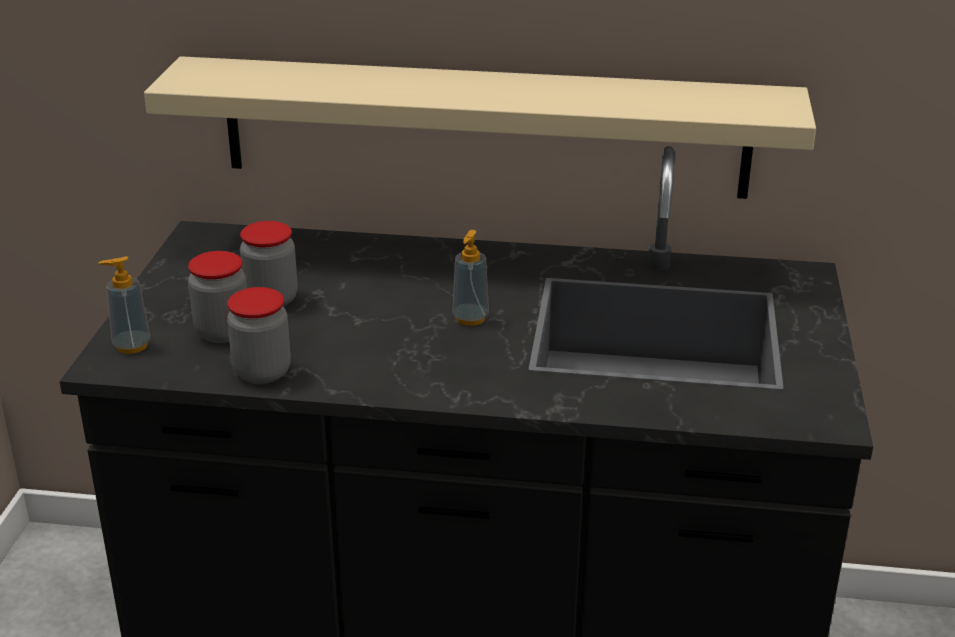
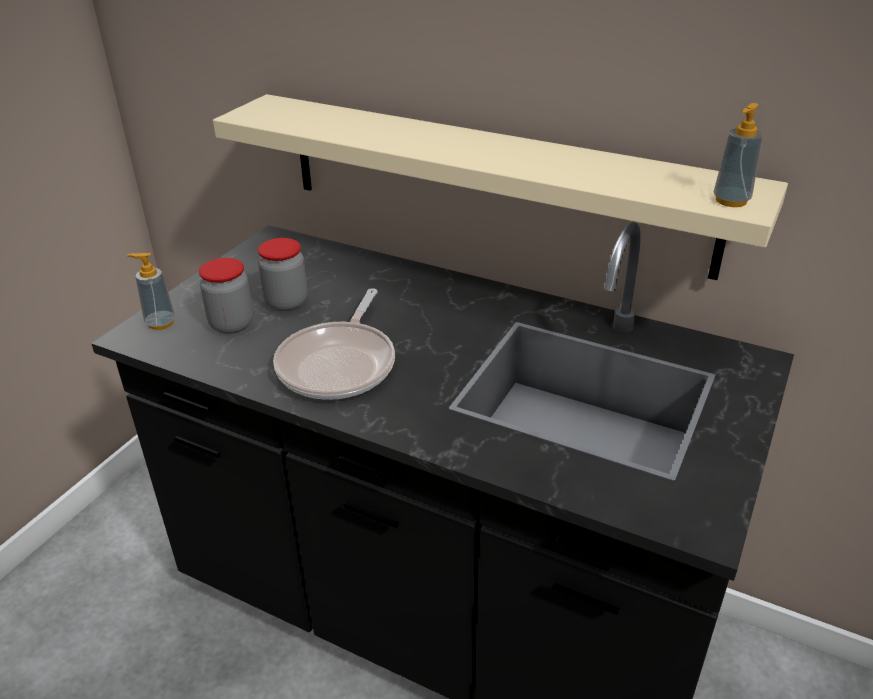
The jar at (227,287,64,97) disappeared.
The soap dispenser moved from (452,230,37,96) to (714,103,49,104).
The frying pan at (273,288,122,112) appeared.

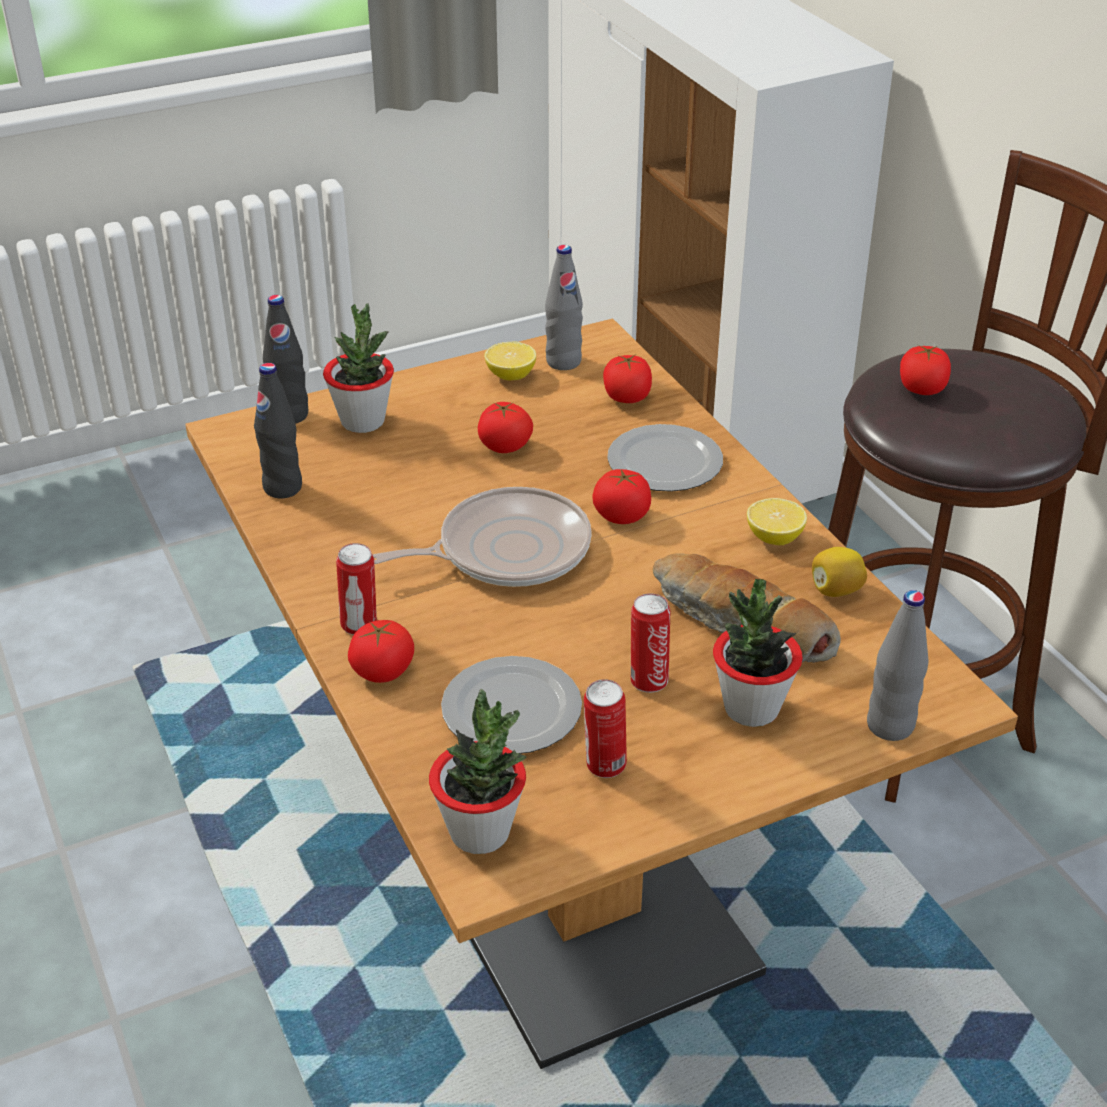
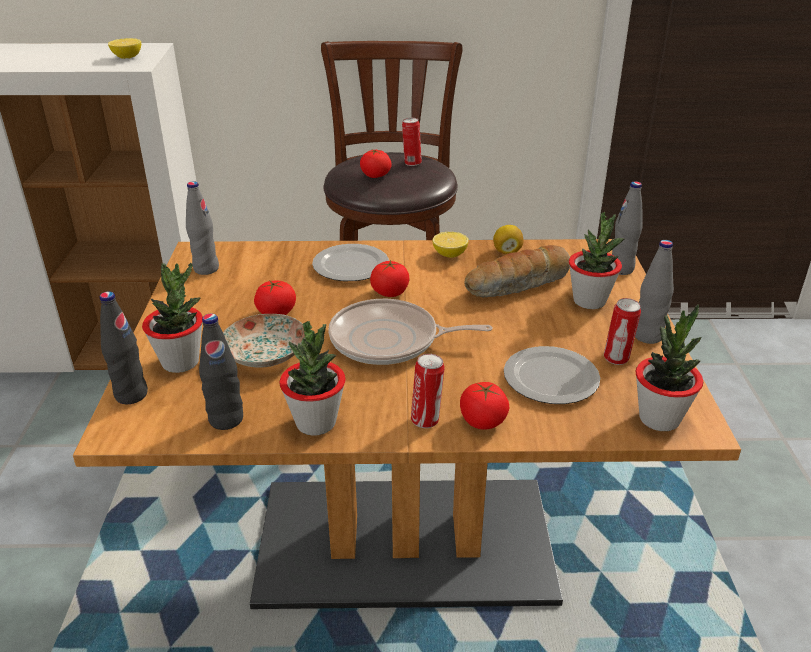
The frying pan at (373,487,219,100) turned 90 degrees counterclockwise.
The lemon moved from (484,341,52,39) to (108,38,33,21).
The tomato at (603,355,49,48) disappeared.
The can moved from (631,594,39,99) to (402,118,20,48).
The plate at (223,314,82,54) appeared.
The potted plant at (279,321,67,114) appeared.
The grey bottle at (635,240,39,104) appeared.

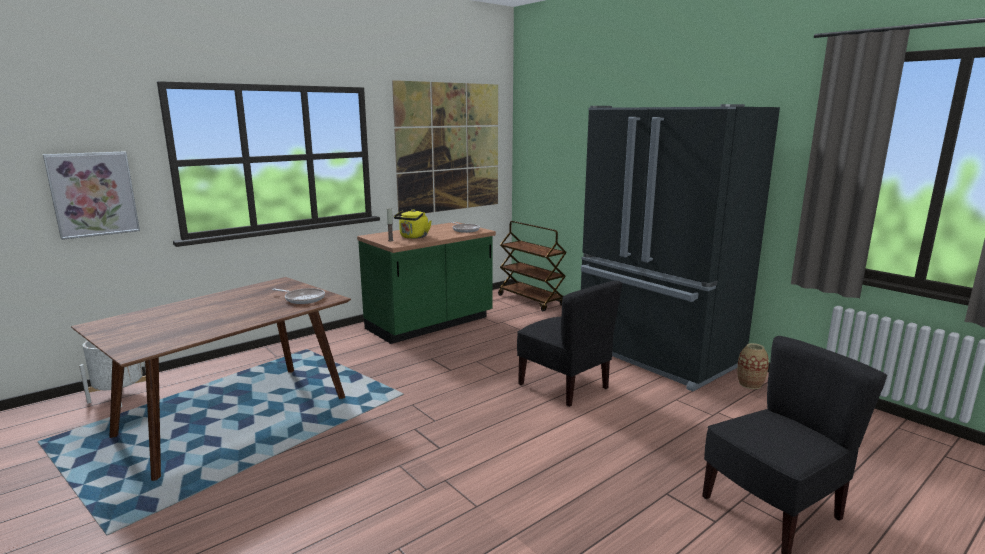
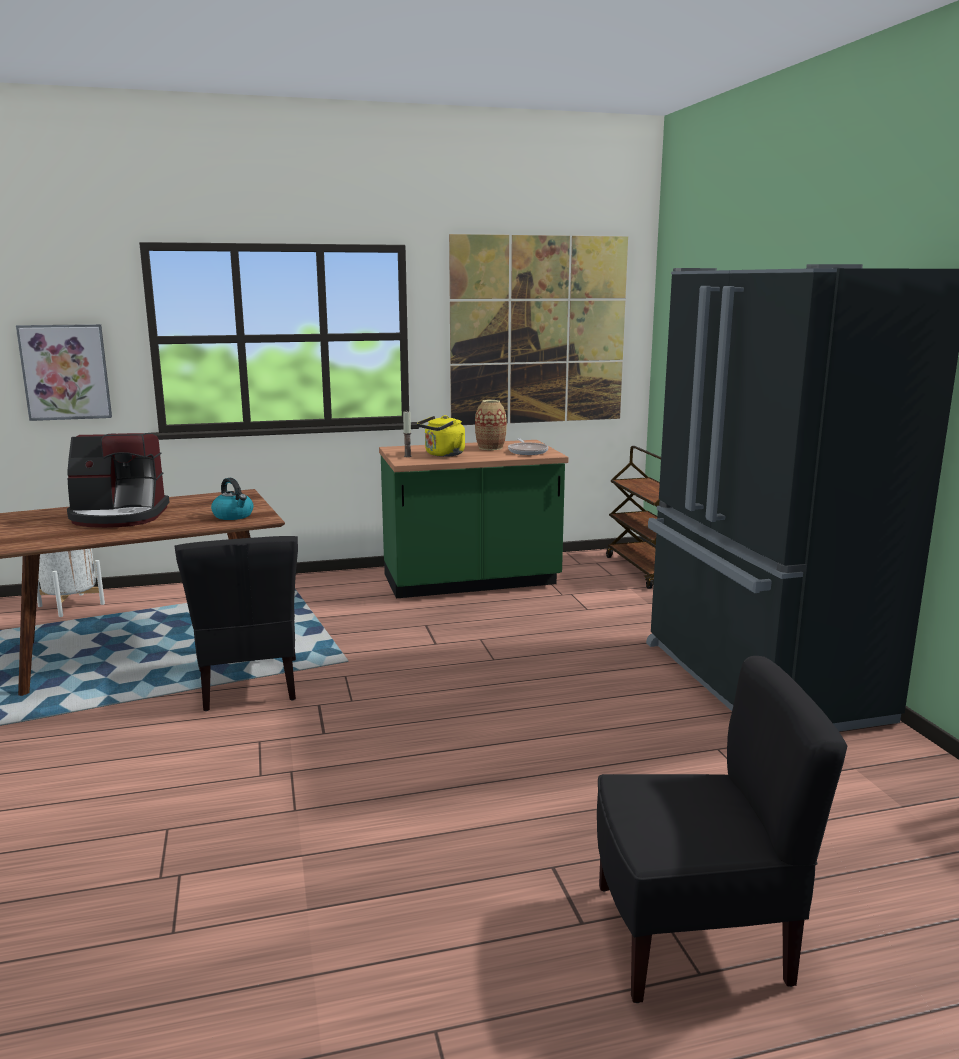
The frying pan at (272,288,53,16) was replaced by the kettle at (211,478,43,42).
The black chair moved from (517,281,105,126) to (175,536,123,175).
The vase moved from (737,343,32,46) to (475,400,32,50).
The coffee machine at (67,433,103,95) appeared.

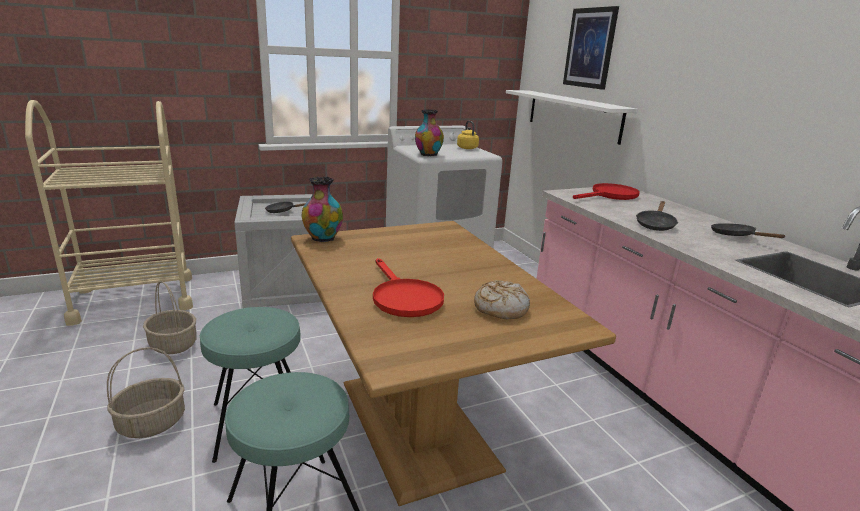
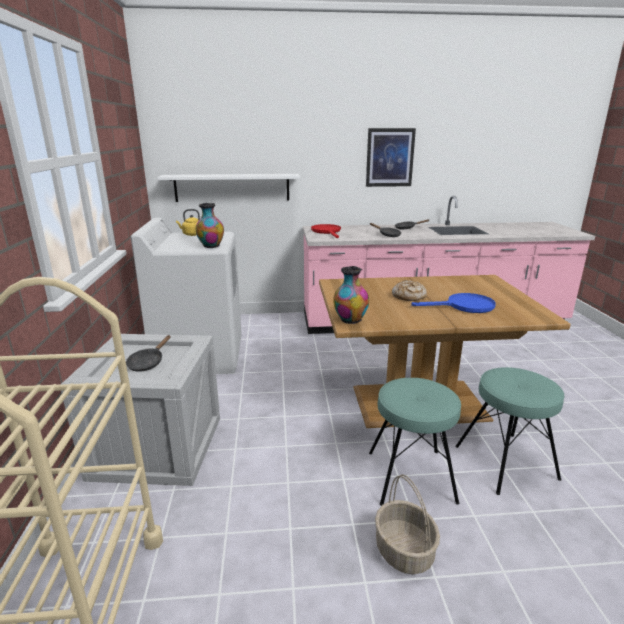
The basket at (143,281,54,73) disappeared.
The red frying pan at (373,258,71,59) became the blue frying pan at (411,293,85,20).
The bread moved from (474,280,56,39) to (392,280,35,21).
The picture moved from (563,6,56,84) to (366,128,50,59).

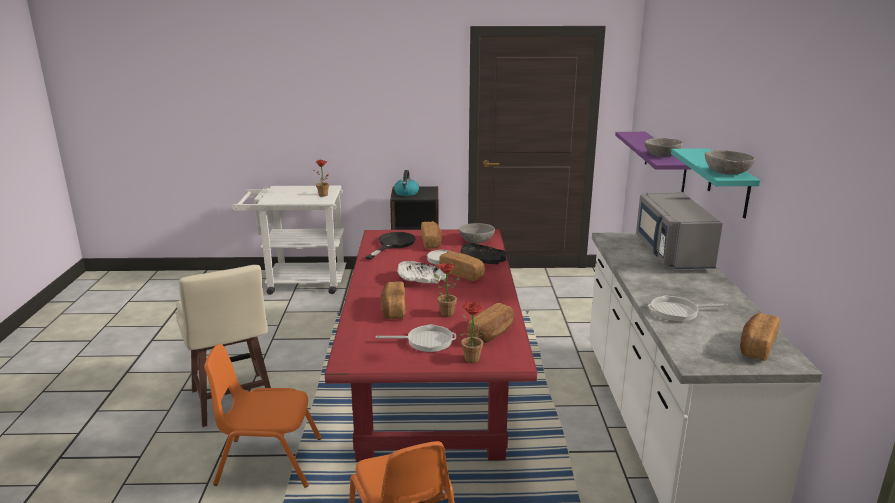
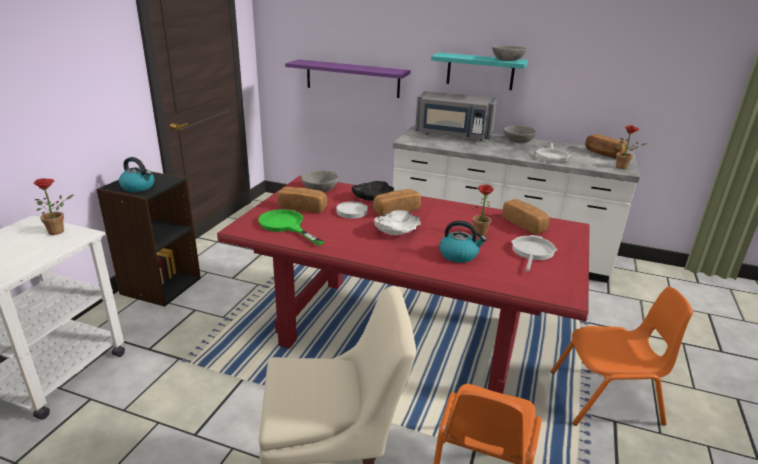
The black frying pan at (366,232,50,28) became the green frying pan at (258,209,66,37).
The bread at (381,281,24,38) was replaced by the kettle at (439,220,48,43).
The potted plant moved from (460,302,34,61) to (616,125,32,44).
The grey bowl moved from (644,138,39,19) to (504,125,32,18).

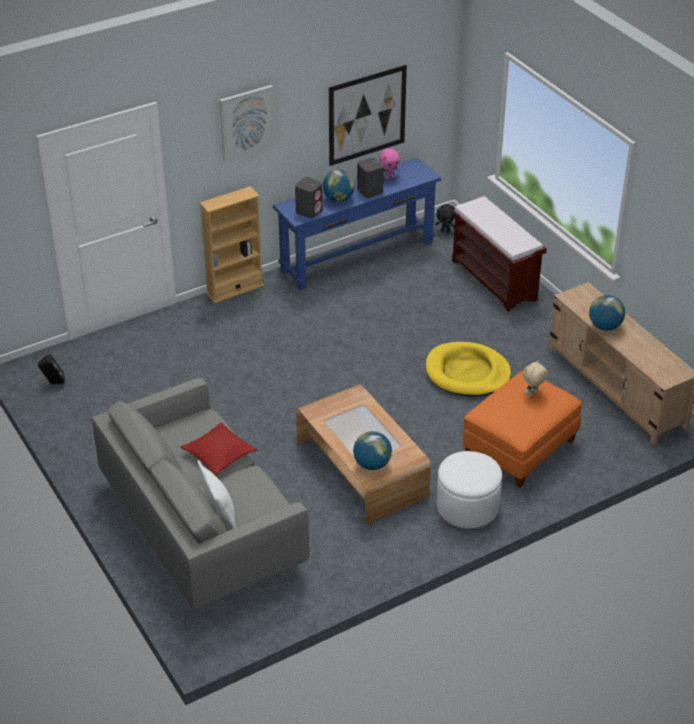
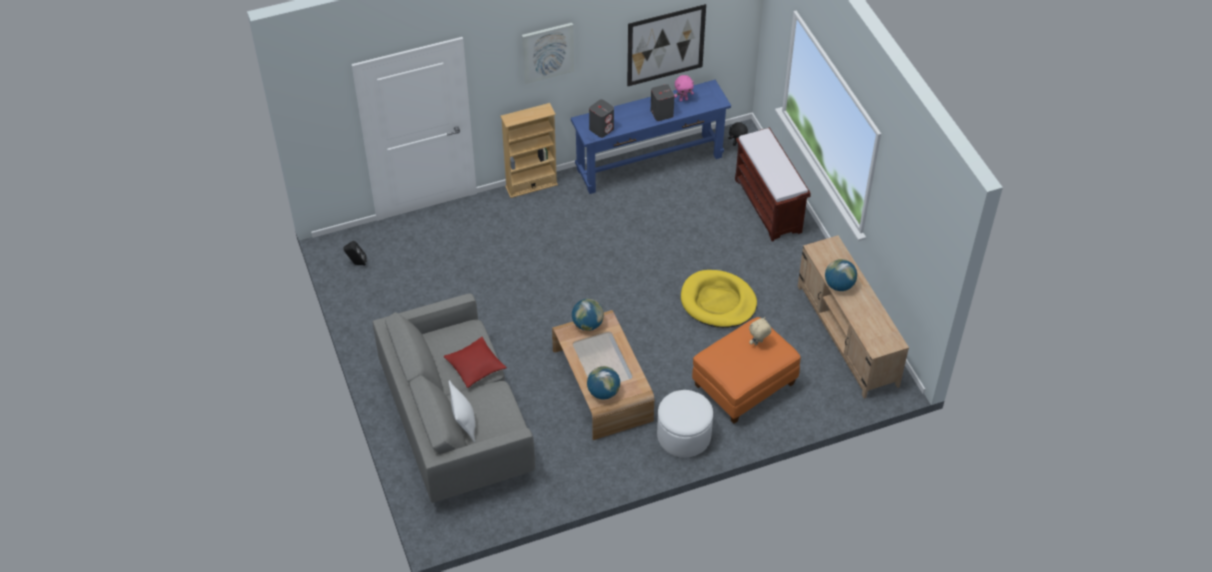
The globe moved from (323,169,32,33) to (572,299,32,32).

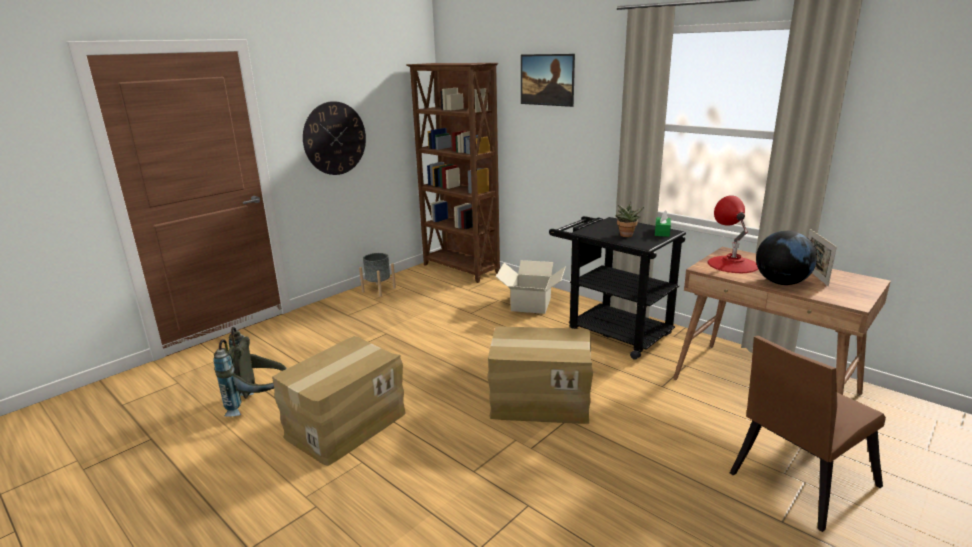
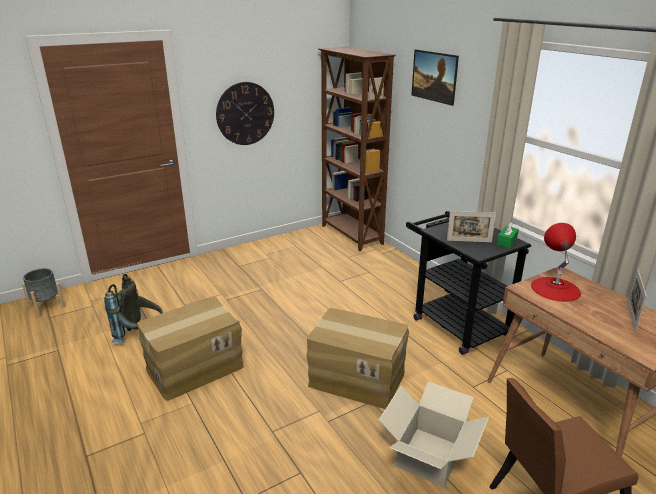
The grey planter moved from (359,253,37,44) to (22,268,43,49).
The cardboard box moved from (495,260,71,54) to (379,381,110,107).
The potted plant at (615,202,29,35) was replaced by the picture frame at (447,211,49,31).
The globe at (756,231,61,54) disappeared.

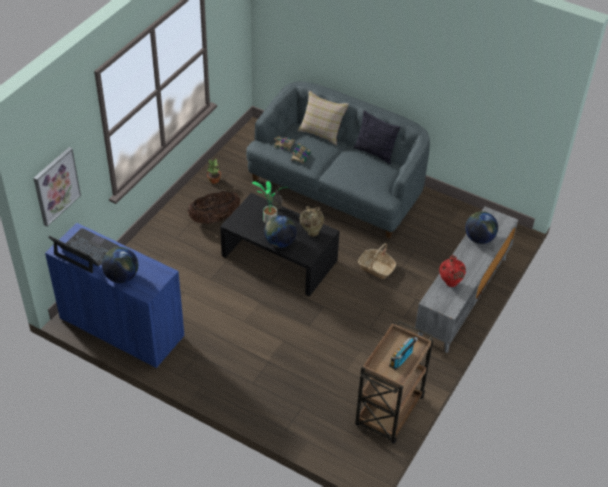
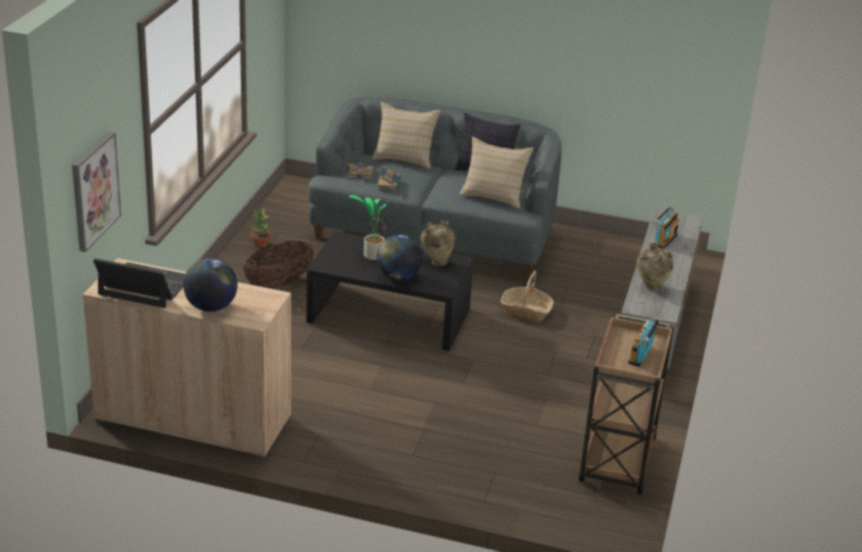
The blue cabinet at (45,223,139,146) became the beige cabinet at (83,258,208,200).
The red vase at (439,255,27,32) became the beige vase at (637,243,36,48).
The globe at (465,211,33,33) was replaced by the radio at (654,206,25,43).
The beige pillow at (459,137,75,72) appeared.

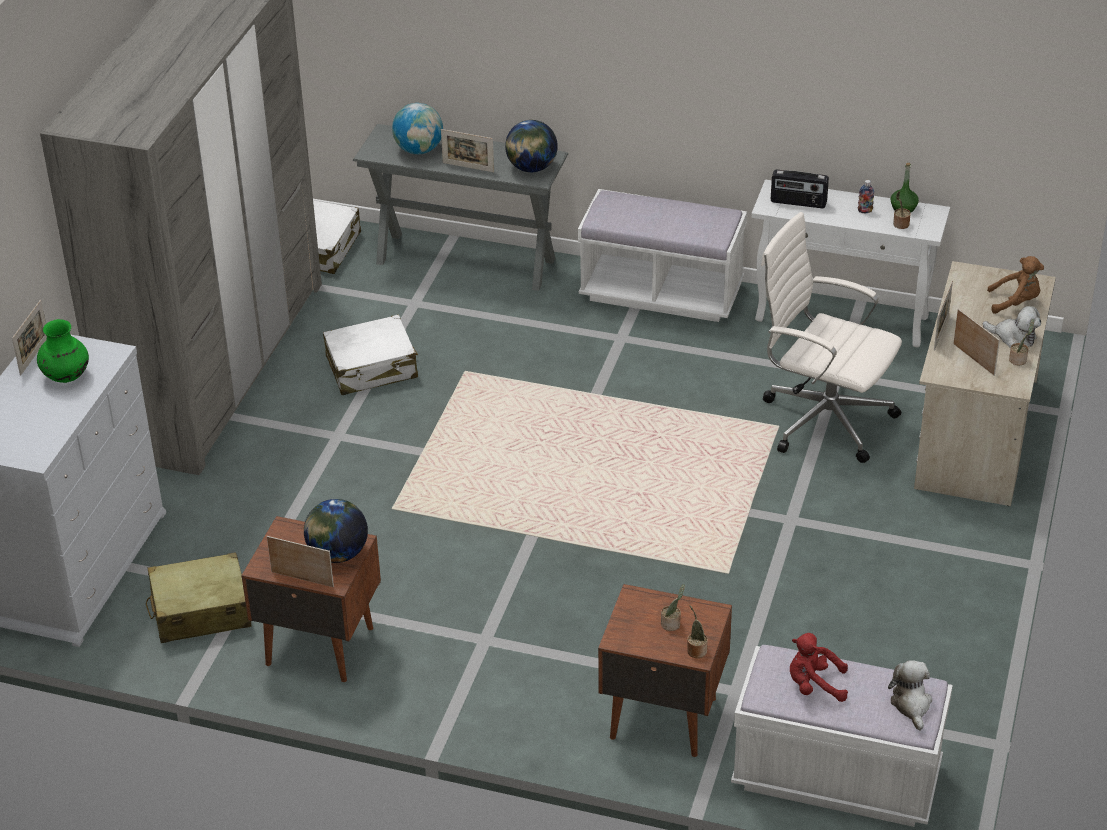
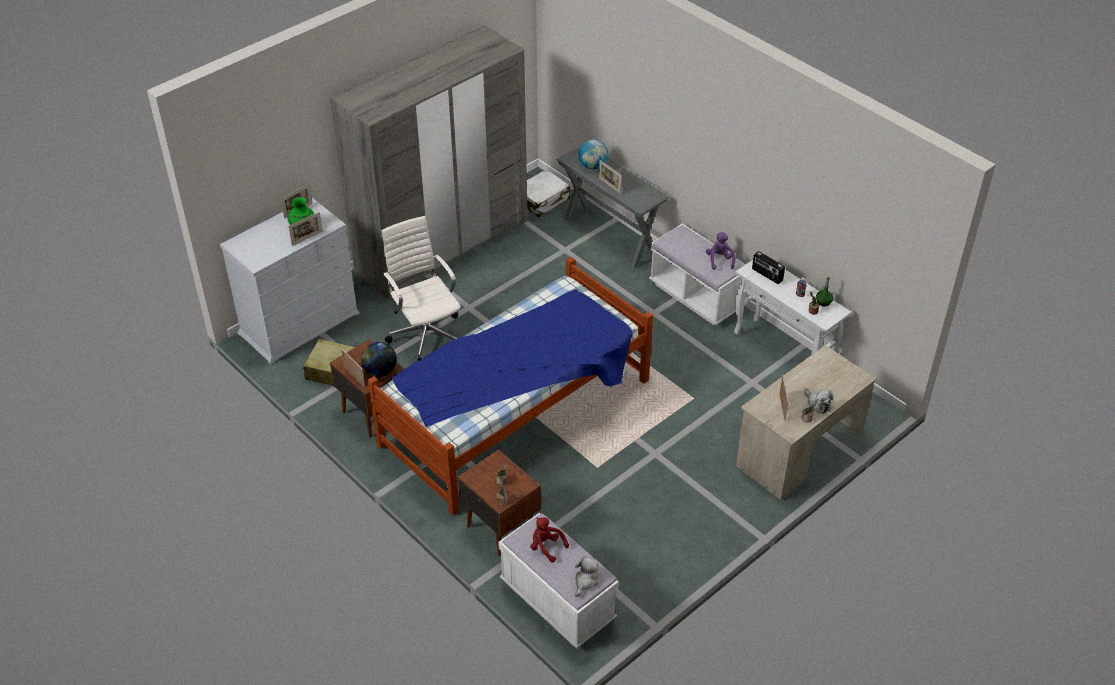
The white suitcase at (323,314,95,81) disappeared.
The globe at (505,120,53,52) disappeared.
The white office chair moved from (761,212,141,251) to (381,216,80,145).
The picture frame moved from (934,281,19,70) to (288,212,35,34).
The brown plush toy at (987,256,57,58) disappeared.
The bed at (368,257,285,259) appeared.
The purple plush toy at (706,232,30,38) appeared.

